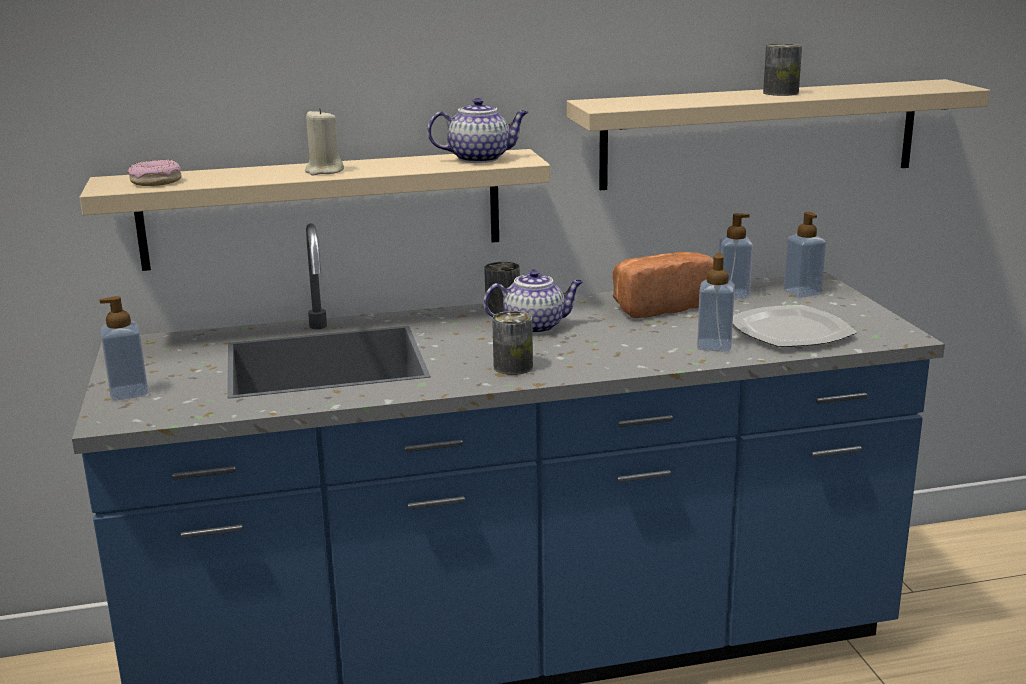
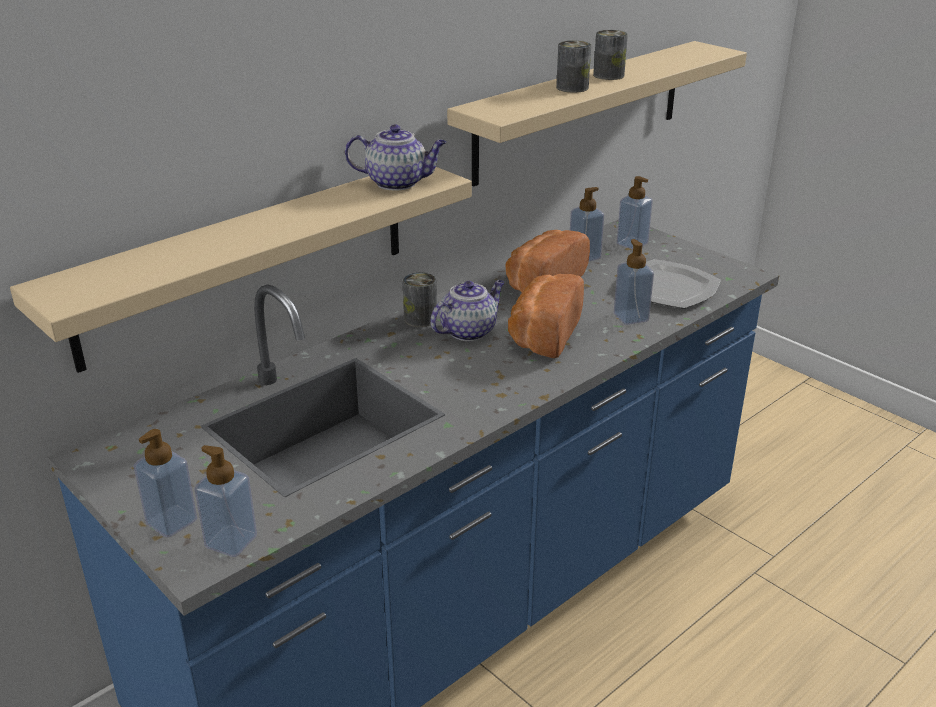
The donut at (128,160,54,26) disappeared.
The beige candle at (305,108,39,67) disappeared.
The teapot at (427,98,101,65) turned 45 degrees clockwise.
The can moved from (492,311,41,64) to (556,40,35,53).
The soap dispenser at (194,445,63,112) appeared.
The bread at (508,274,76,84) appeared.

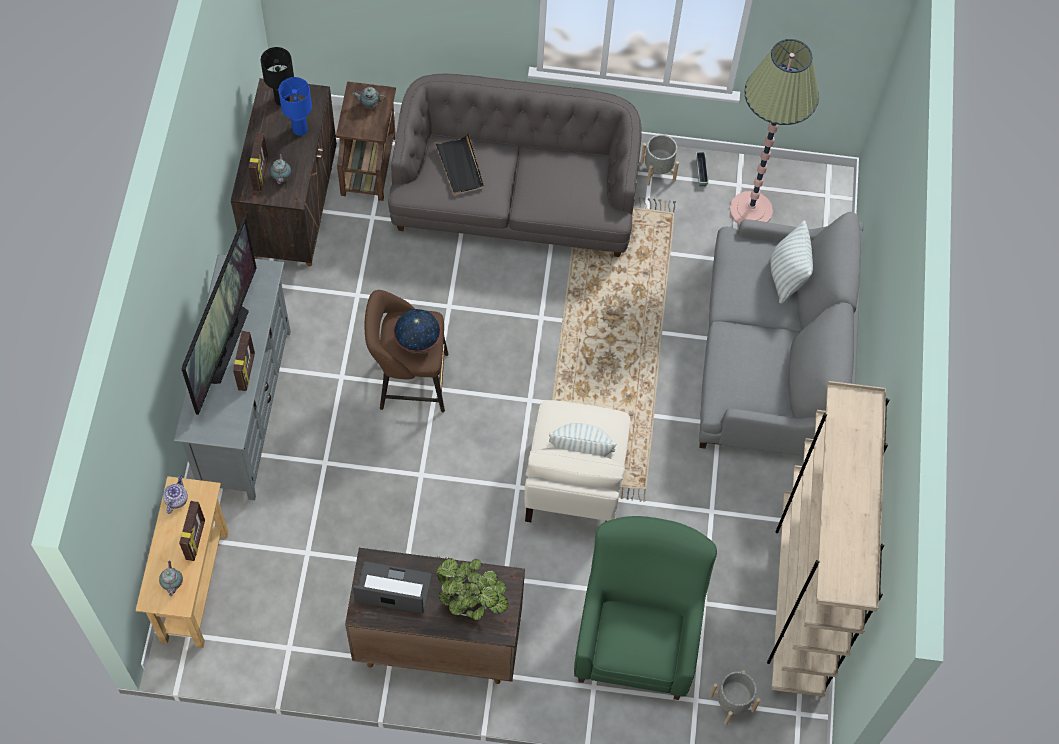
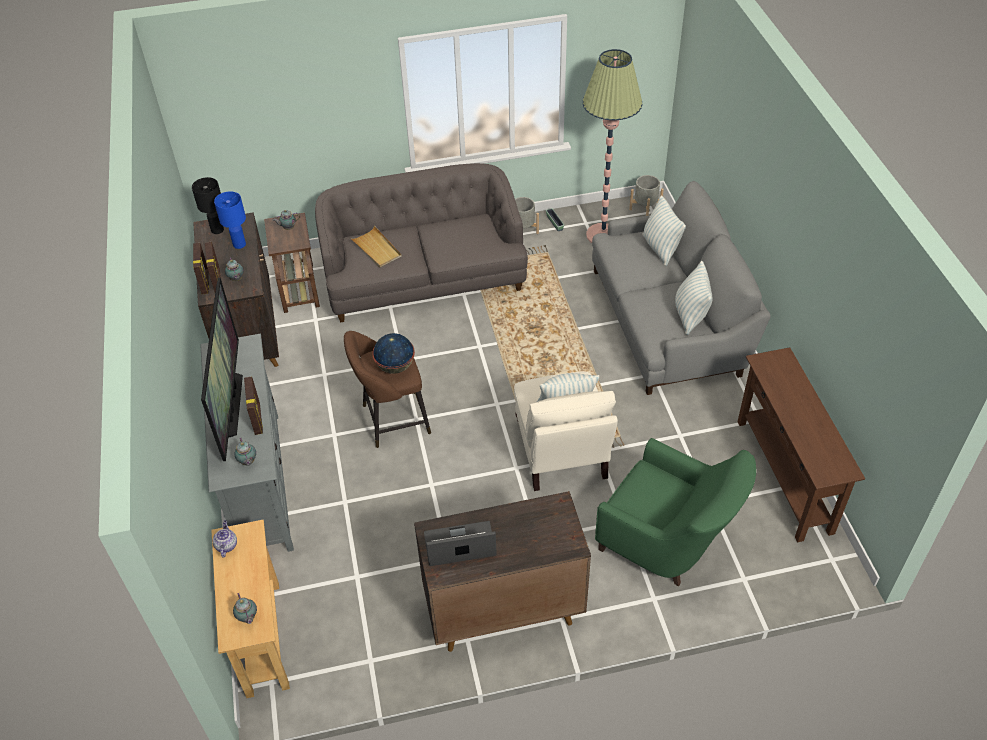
The picture frame moved from (179,501,26,60) to (193,243,16,51).
The black tray at (435,134,49,61) became the beige tray at (350,226,52,42).
The potted plant at (436,558,72,62) disappeared.
The green armchair at (574,516,143,184) turned 135 degrees clockwise.
The grey planter moved from (709,670,51,55) to (629,175,35,41).
The beige bookcase at (767,381,123,316) was replaced by the brown console table at (737,347,128,195).
The teapot at (234,438,22,28) appeared.
The pillow at (675,261,38,74) appeared.

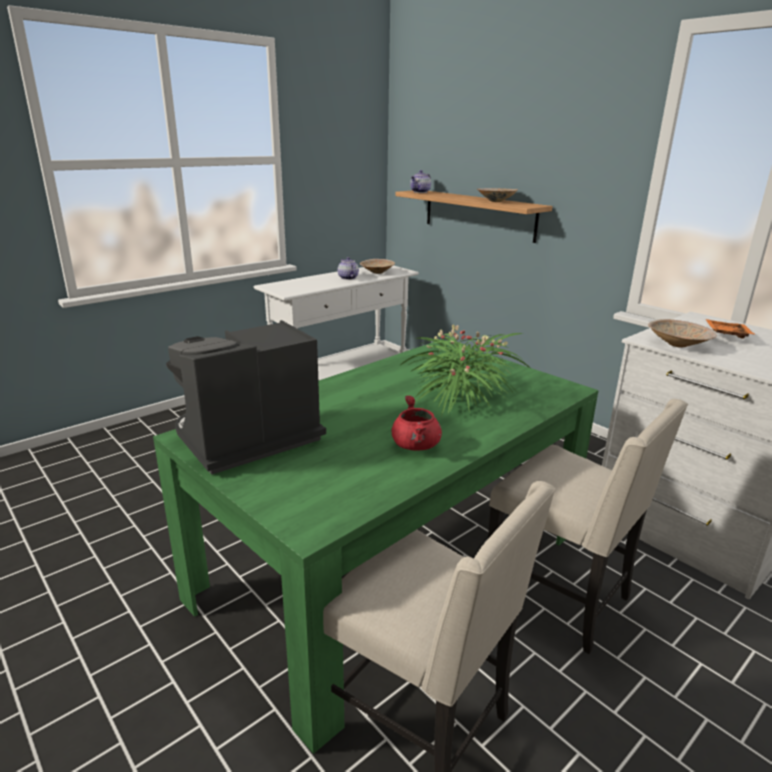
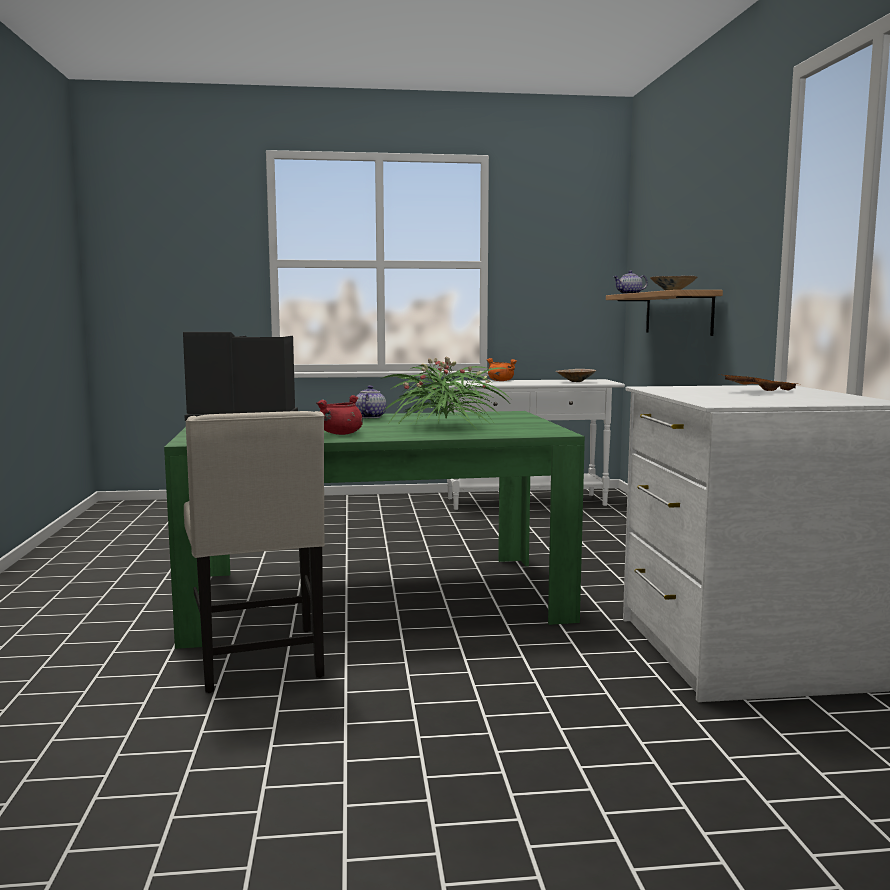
The teapot moved from (338,257,21,23) to (355,385,31,33).
The beige chair at (488,399,200,255) disappeared.
The beige bowl at (648,319,69,29) disappeared.
The orange cooking pot at (486,358,31,23) appeared.

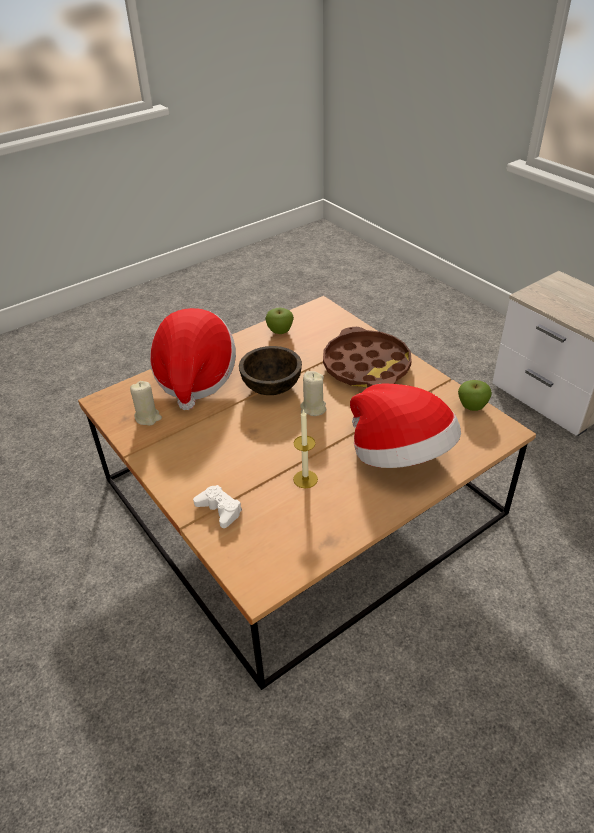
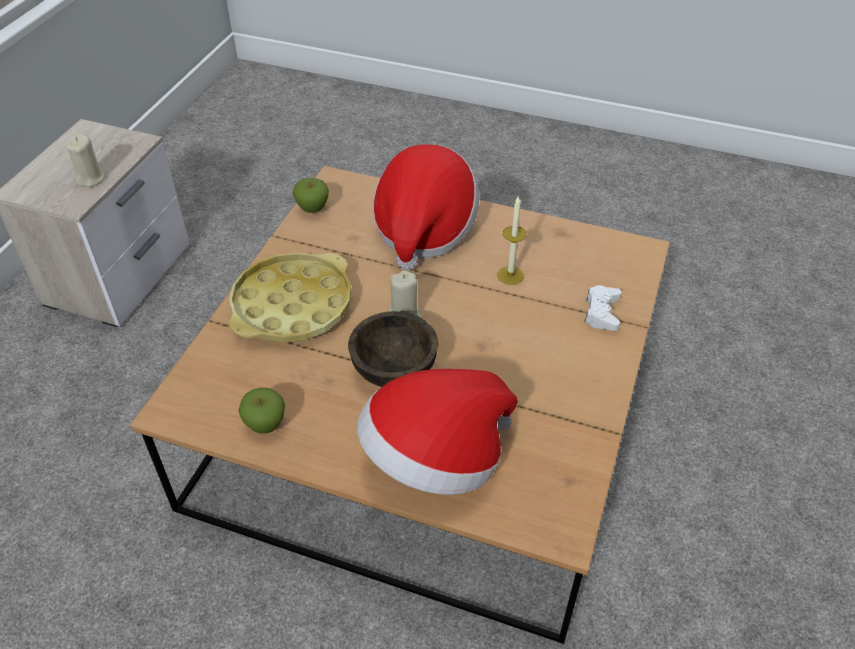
The beige candle moved from (130,381,32,45) to (66,134,39,53).
The brown tray at (323,327,89,60) became the yellow tray at (229,252,122,91).

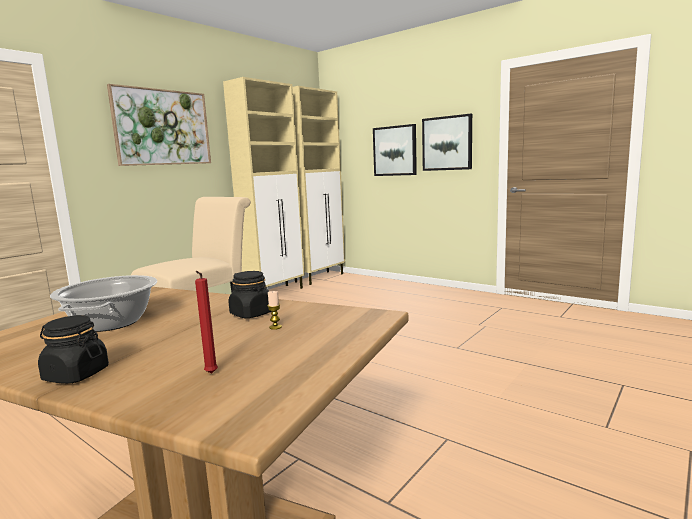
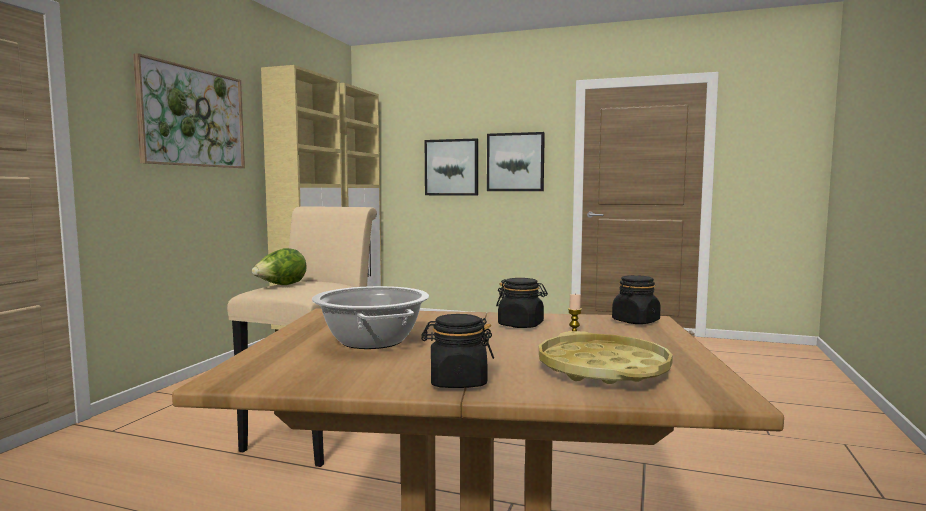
The red candle at (195,271,23,103) was replaced by the yellow tray at (539,331,134,53).
The lettuce at (252,248,55,37) appeared.
The black jar at (612,275,49,49) appeared.

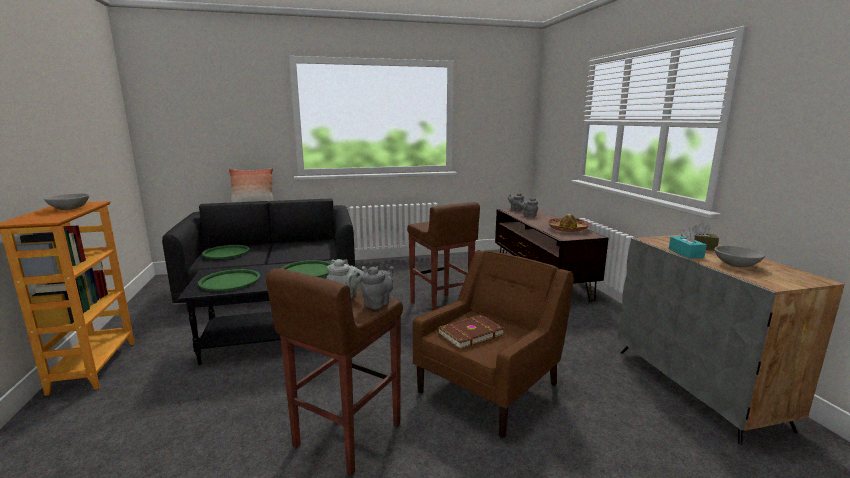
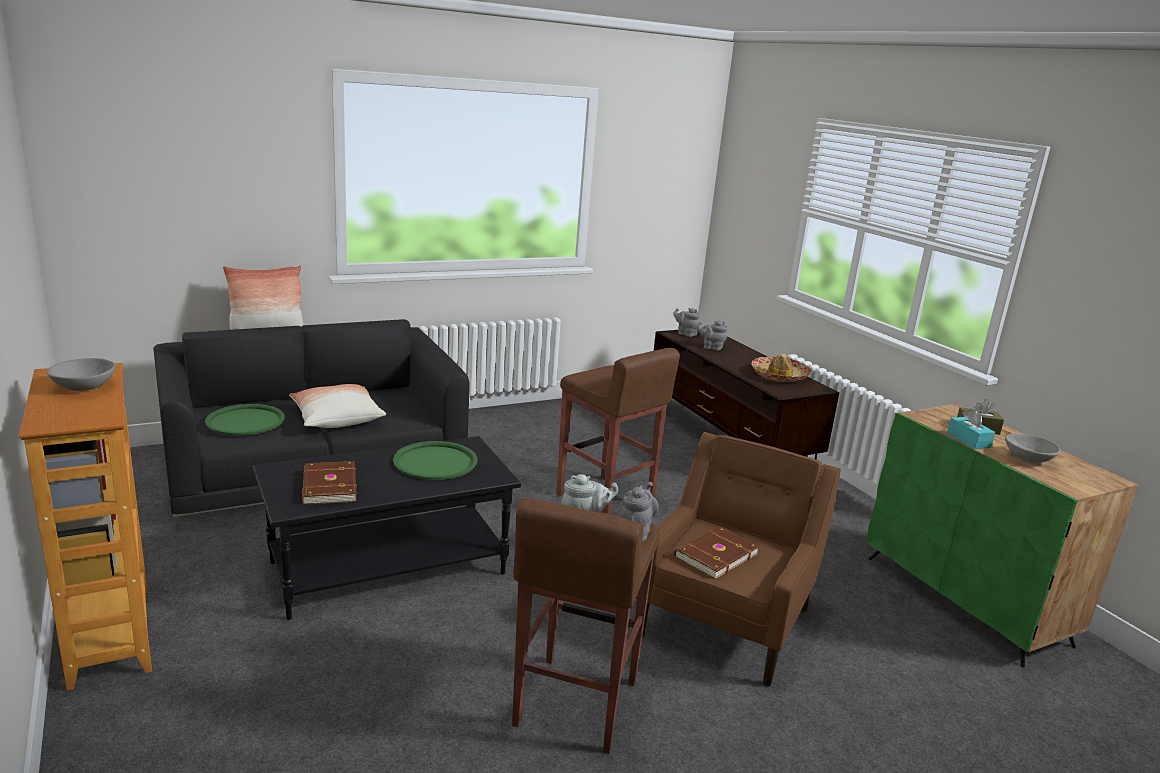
The green tray at (198,269,62,22) was replaced by the brown book at (302,461,55,44).
The grey cabinet at (618,235,227,210) became the green cabinet at (866,404,272,264).
The pillow at (289,384,97,44) appeared.

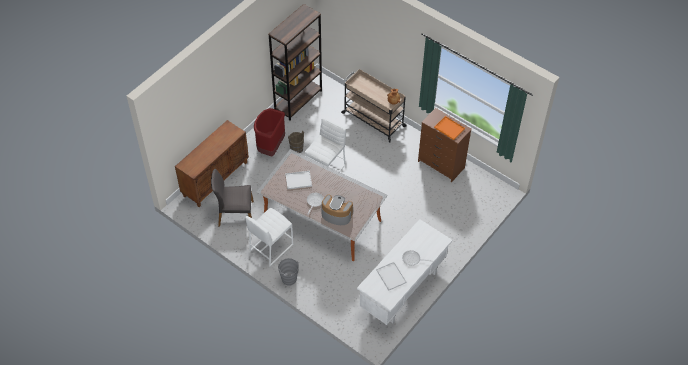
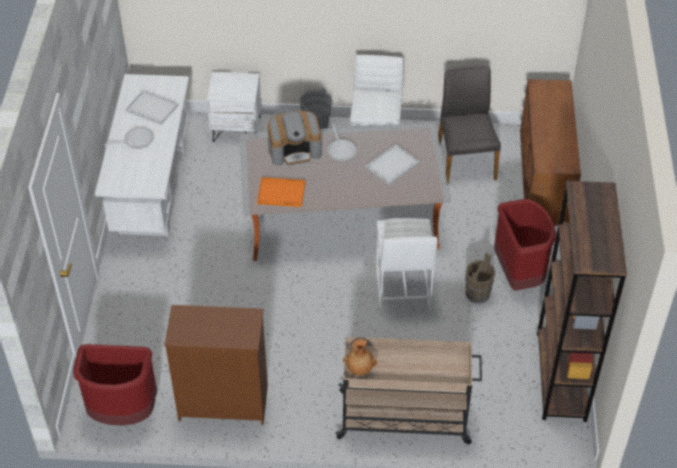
The grey chair at (211,169,43,57) turned 60 degrees counterclockwise.
The orange tray moved from (434,116,31,24) to (257,177,48,30).
The red trash can at (73,344,84,82) appeared.
The white nightstand at (207,72,54,70) appeared.

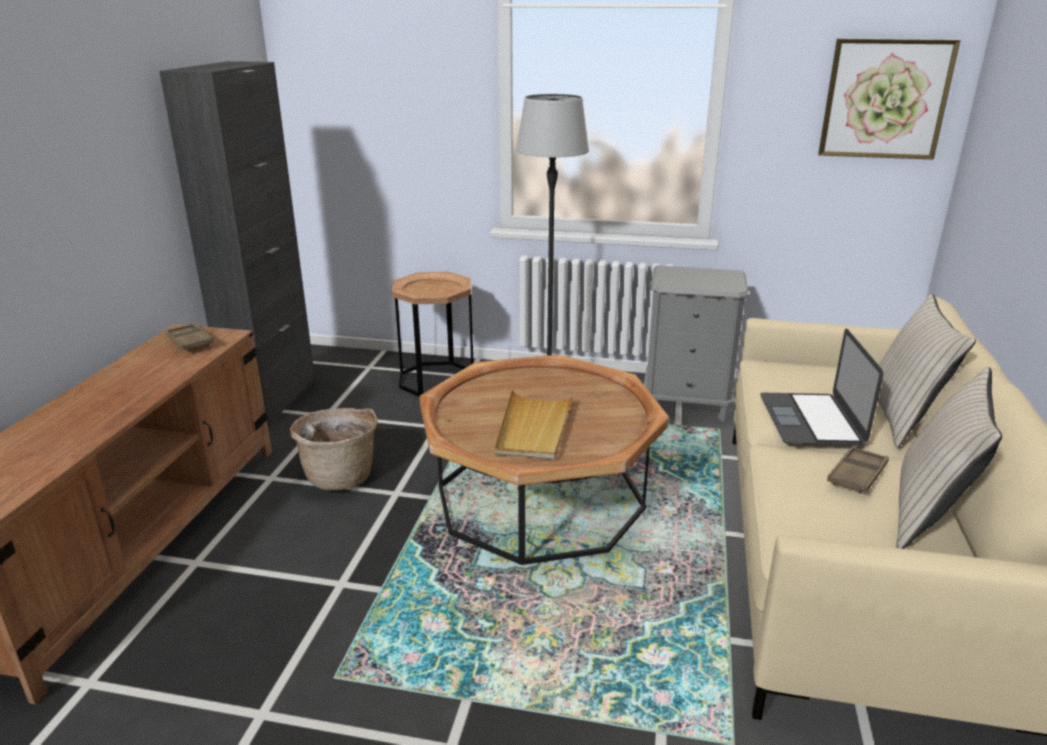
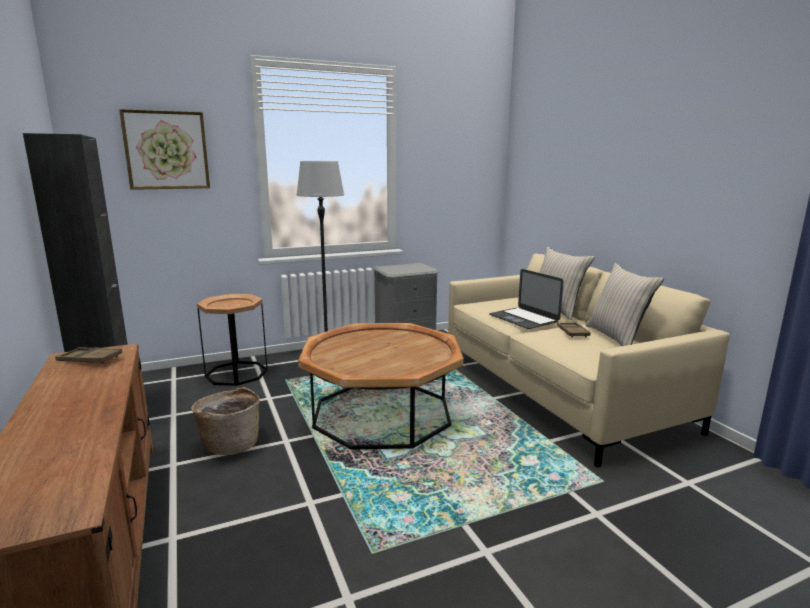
The beige tray at (495,389,79,71) disappeared.
The picture moved from (818,38,143,121) to (119,109,91,81).

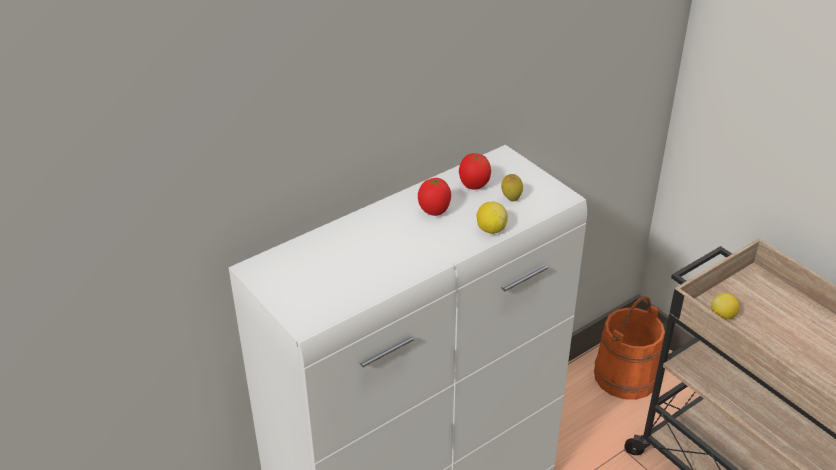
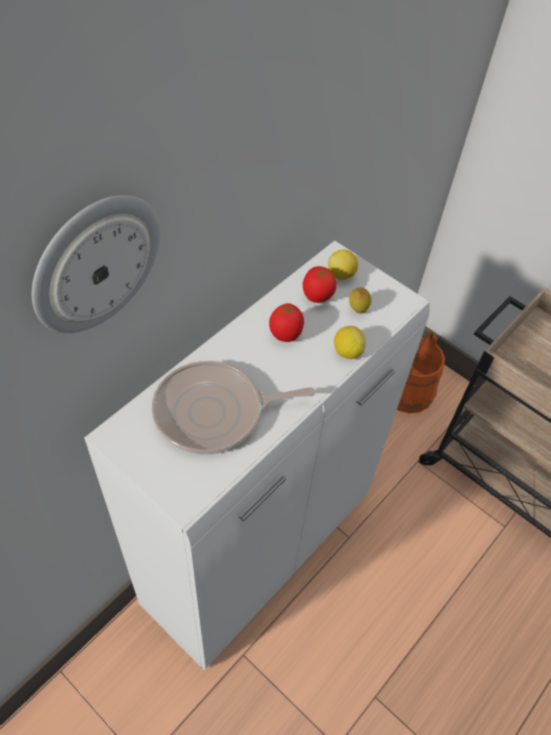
The lemon moved from (711,293,28,27) to (328,249,30,31).
The wall clock at (32,195,128,138) appeared.
The frying pan at (152,361,163,94) appeared.

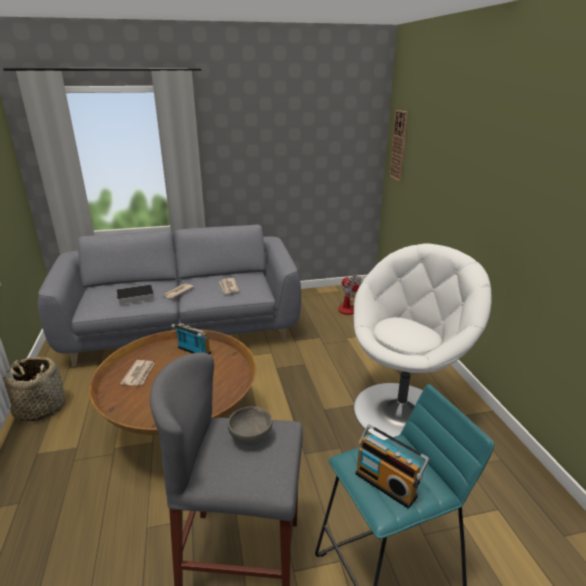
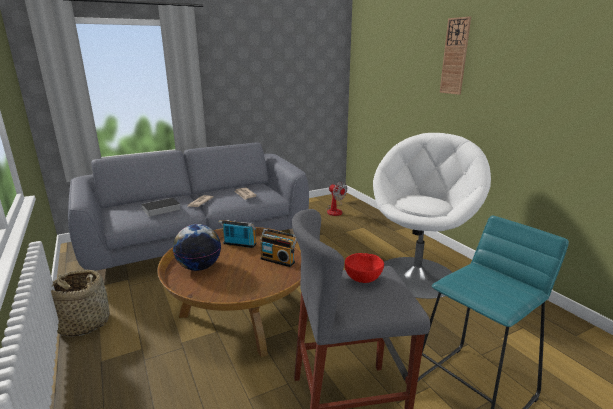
The newspaper at (120,360,35,26) was replaced by the globe at (173,224,48,47).
The grey bowl at (228,406,45,39) became the red bowl at (345,253,39,30).
The radio moved from (355,424,75,85) to (260,228,37,39).
The wall clock moved from (389,110,19,72) to (440,16,31,79).

